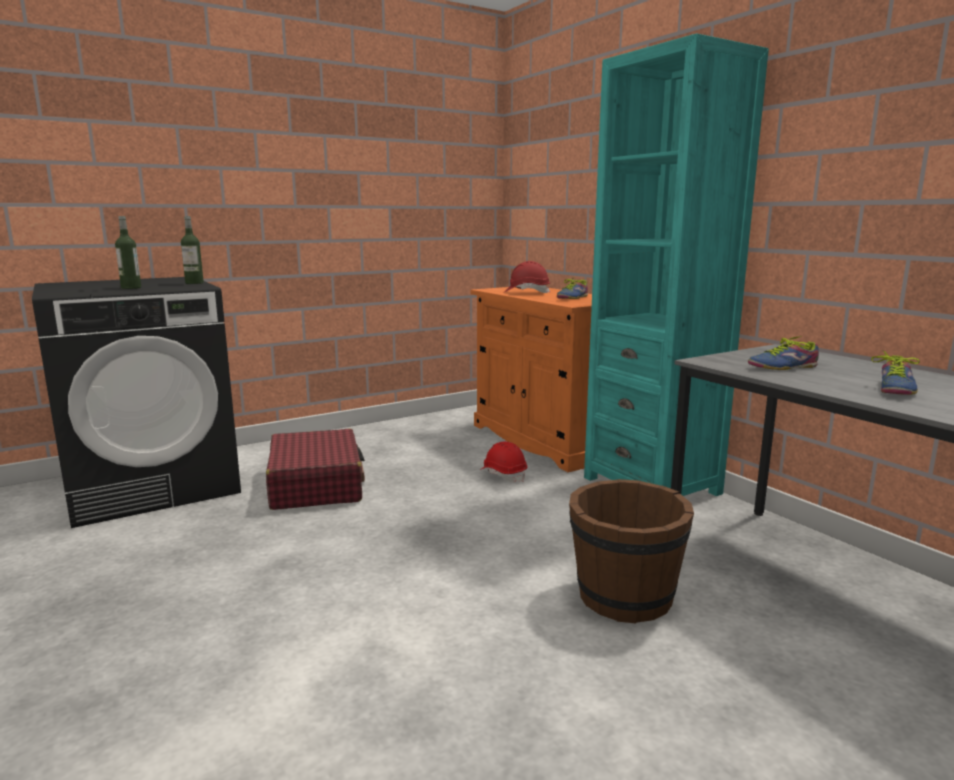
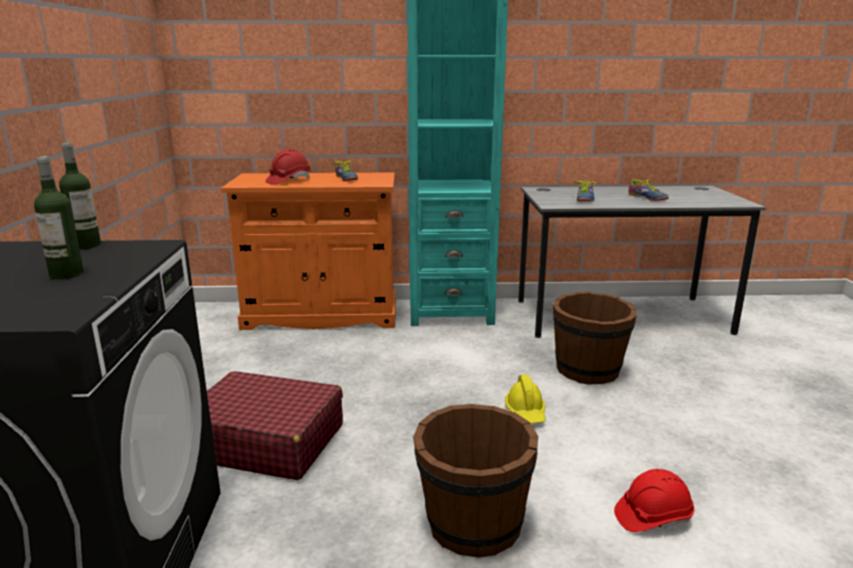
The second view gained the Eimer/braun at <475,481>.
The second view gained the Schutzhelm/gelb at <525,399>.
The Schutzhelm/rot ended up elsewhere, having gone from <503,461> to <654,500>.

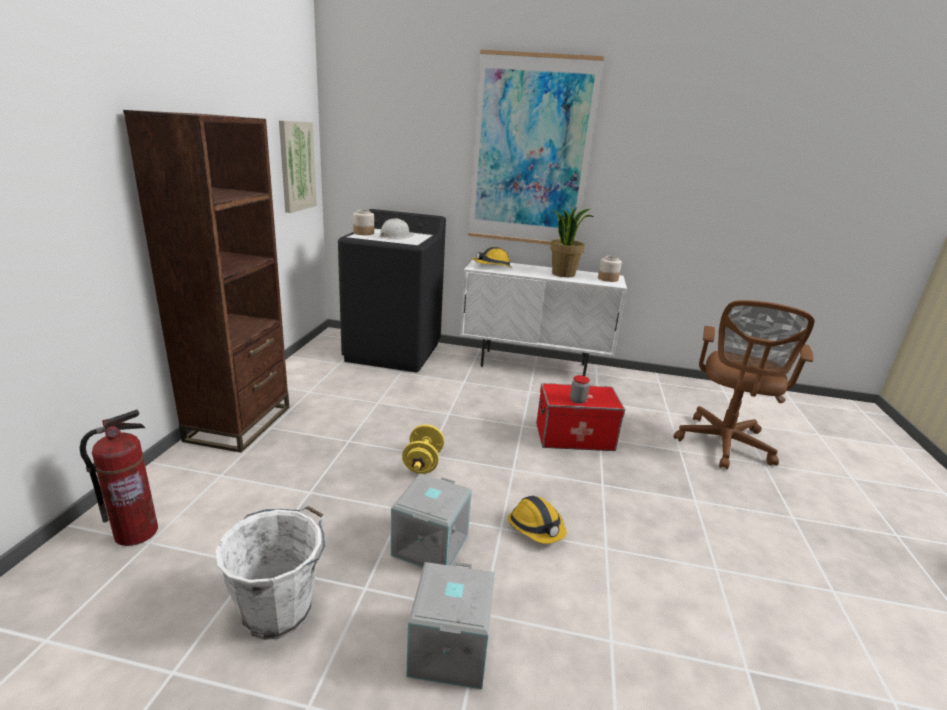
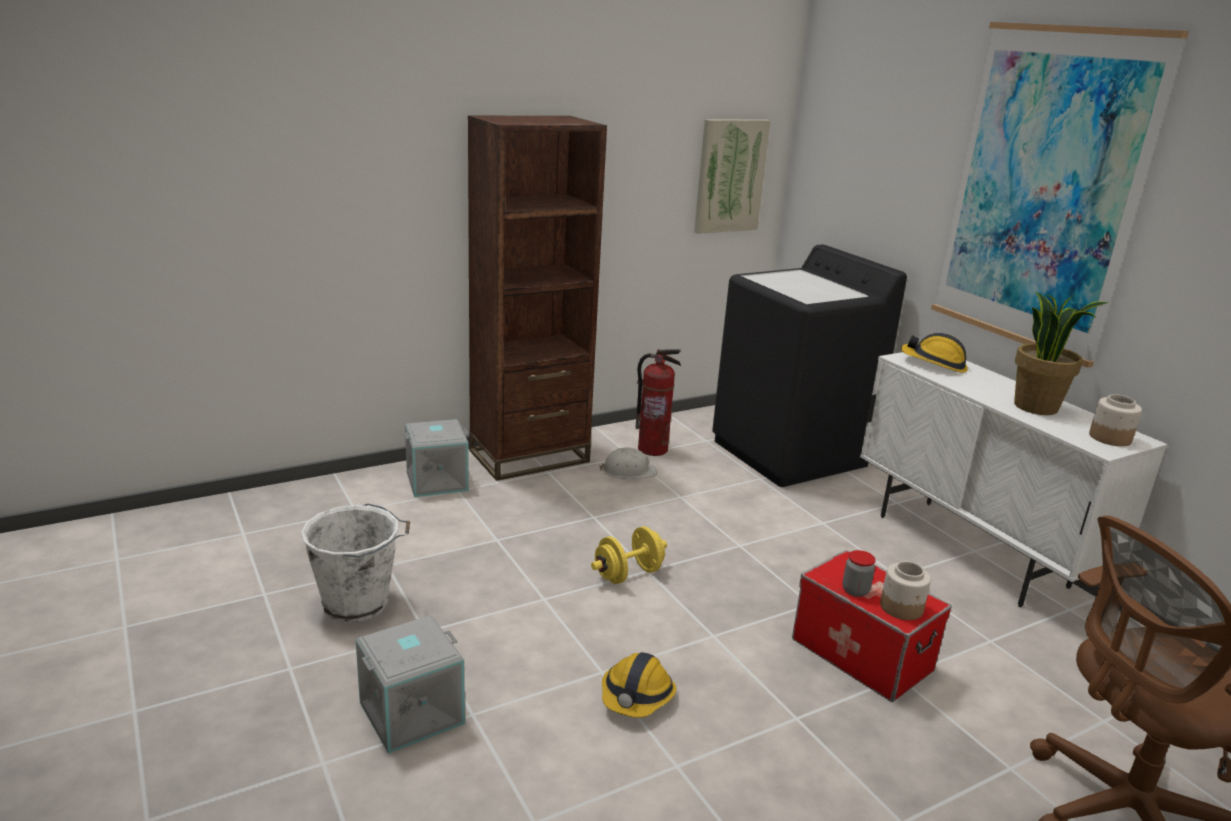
The Feuerlöscher ended up elsewhere, having gone from <119,477> to <658,402>.
The Vorratsglas ended up elsewhere, having gone from <363,222> to <905,590>.
The Schutzhelm/weiß ended up elsewhere, having gone from <397,228> to <628,463>.
The Aufbewahrungsbox/grau ended up elsewhere, having gone from <431,520> to <436,458>.

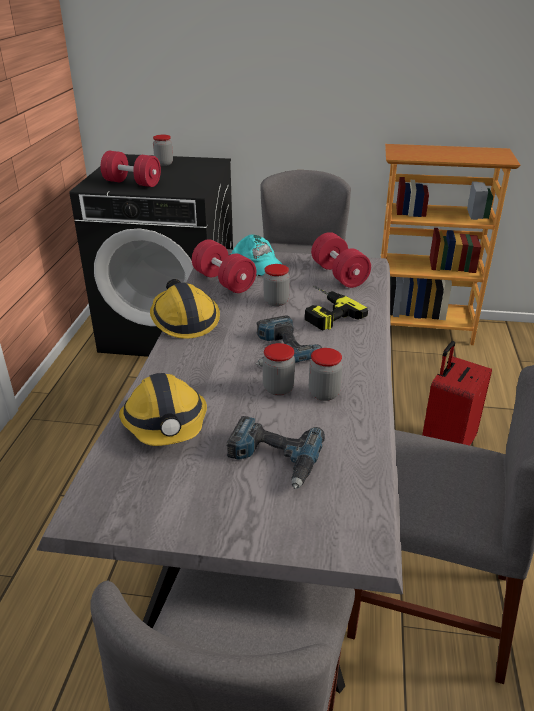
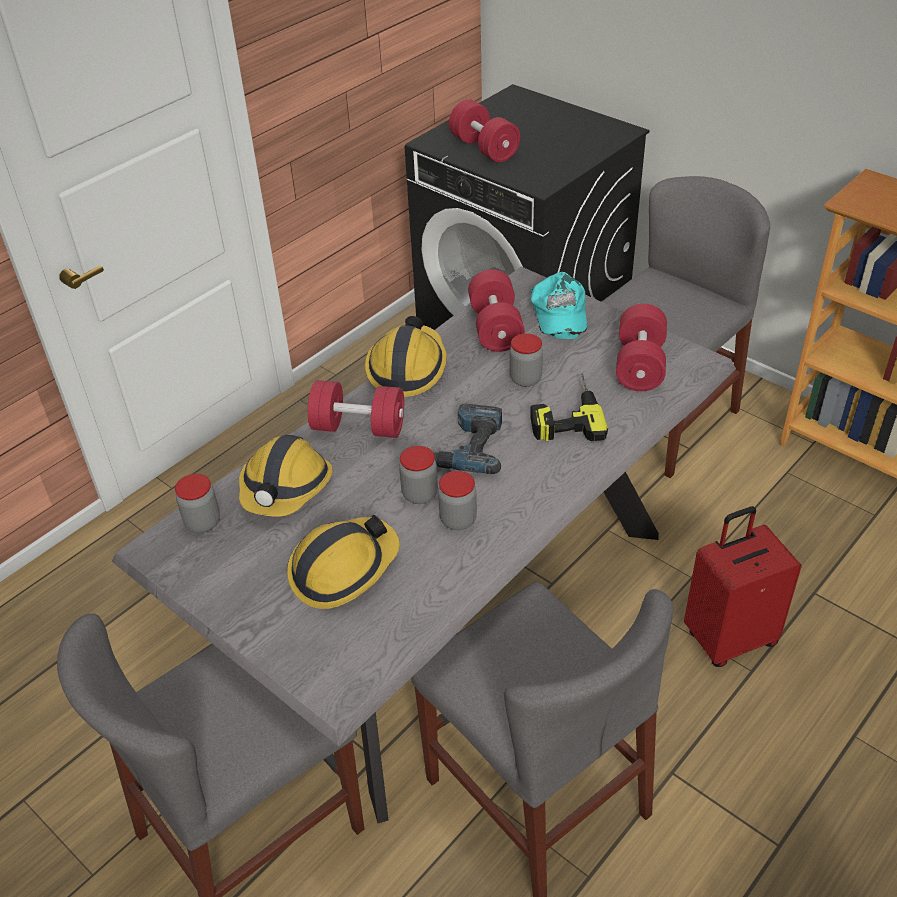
The second view gained the Hantel/rot at <356,409>.
The Vorratsglas ended up elsewhere, having gone from <163,150> to <197,503>.
Where the Bohrmaschine stood at <275,452>, the Schutzhelm came to stand at <343,562>.

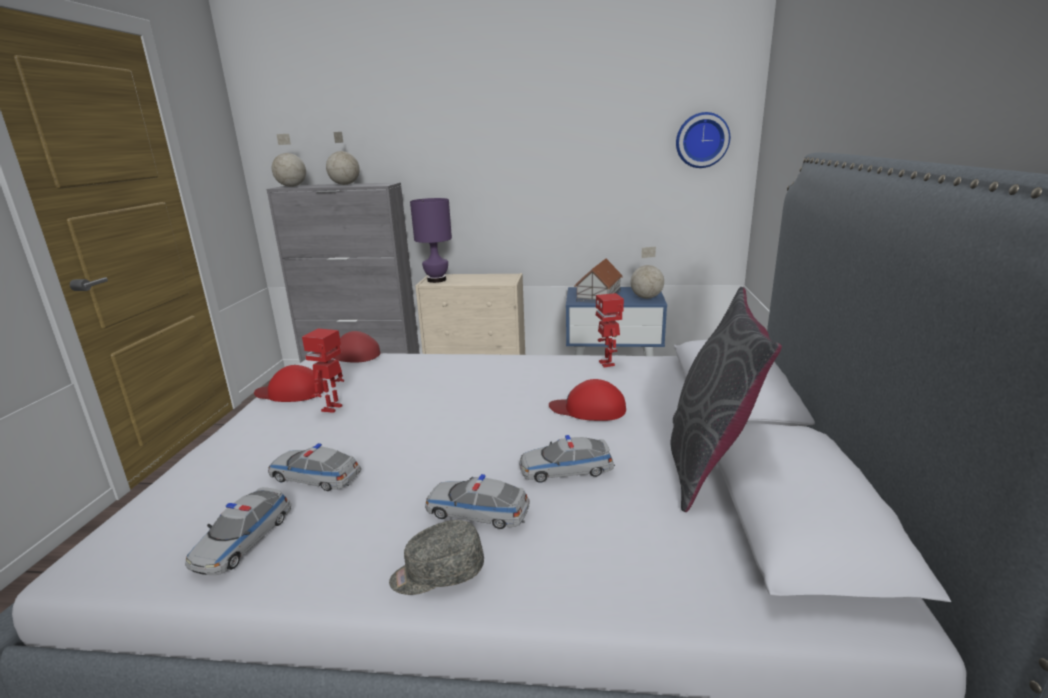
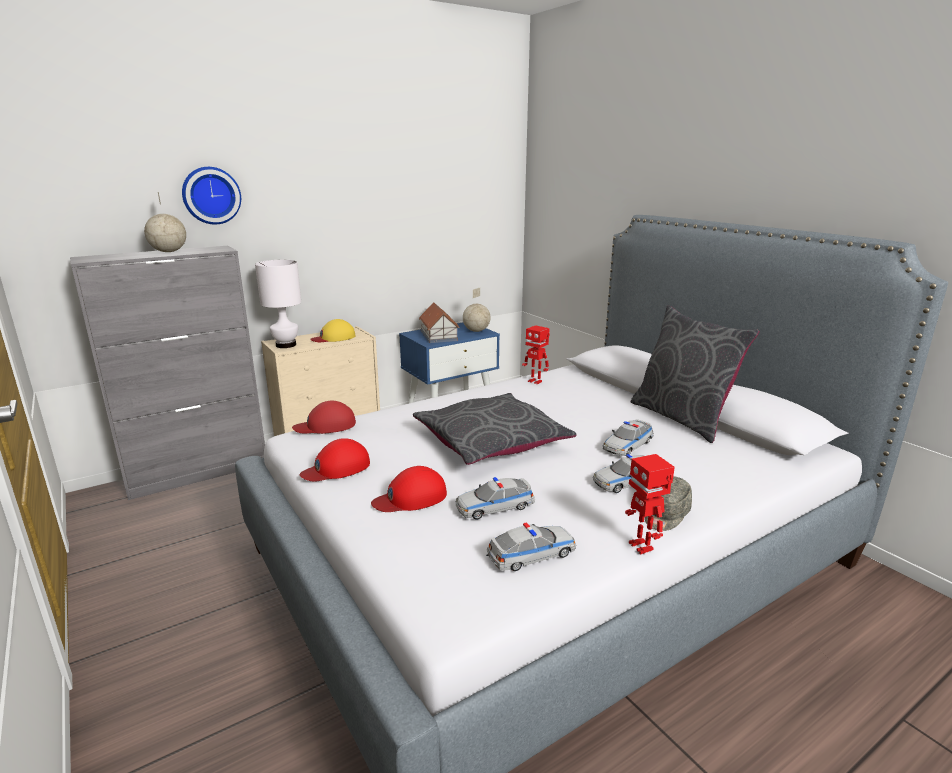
The second view lost the Globus at <289,160>.
The second view gained the Kappe/gelb at <333,330>.
The second view gained the Kissen/grau at <494,429>.
The Spielzeugroboter ended up elsewhere, having gone from <323,370> to <650,504>.
The Kappe/rot ended up elsewhere, having gone from <587,400> to <409,489>.
The Wanduhr ended up elsewhere, having gone from <703,140> to <211,196>.
What was the Tischlampe/lila at <431,240> turned into the Tischlampe/weiß at <278,304>.
The Spielzeugauto at <238,531> ended up facing another way, 90 degrees counterclockwise from before.

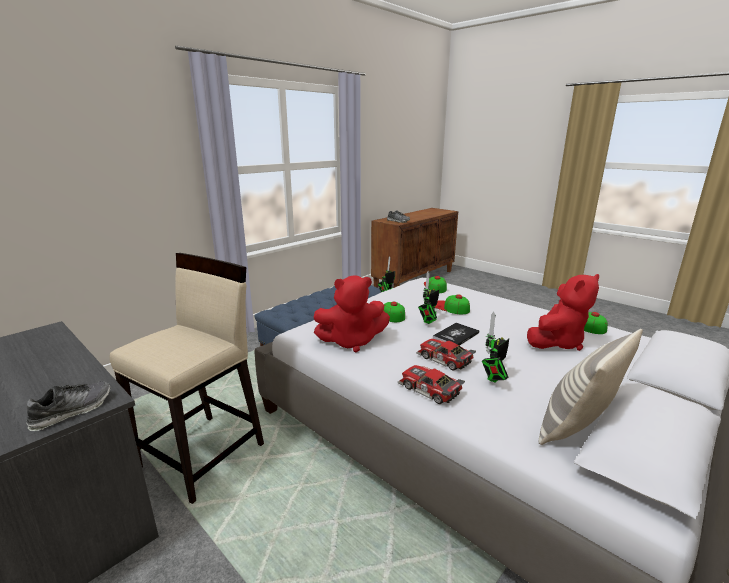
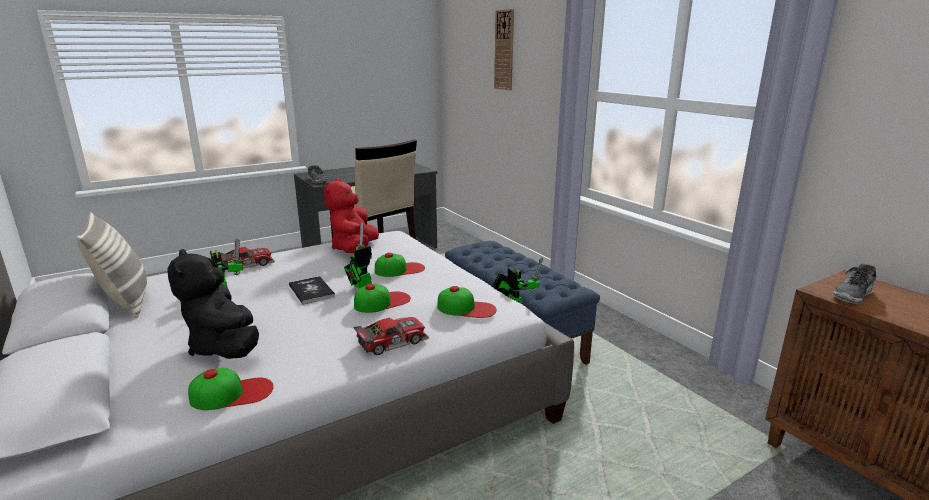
The second view gained the Wanduhr at <504,49>.
The Spielzeugauto ended up elsewhere, having gone from <446,355> to <391,336>.
What was the Plüschtier/rot at <563,312> turned into the Plüschtier/schwarz at <213,304>.
The Spielzeugroboter at <428,297> ended up facing another way, 105 degrees counterclockwise from before.

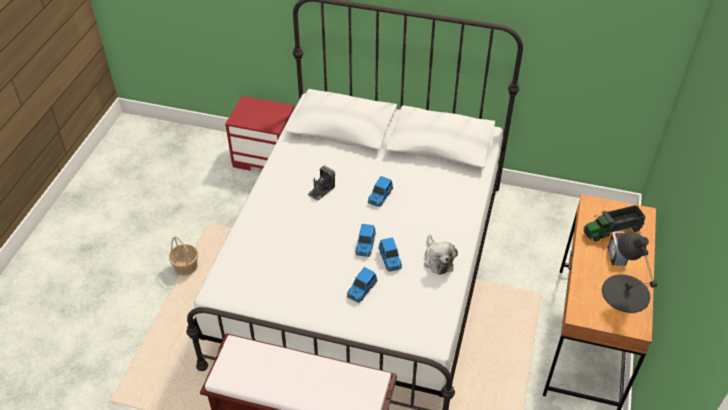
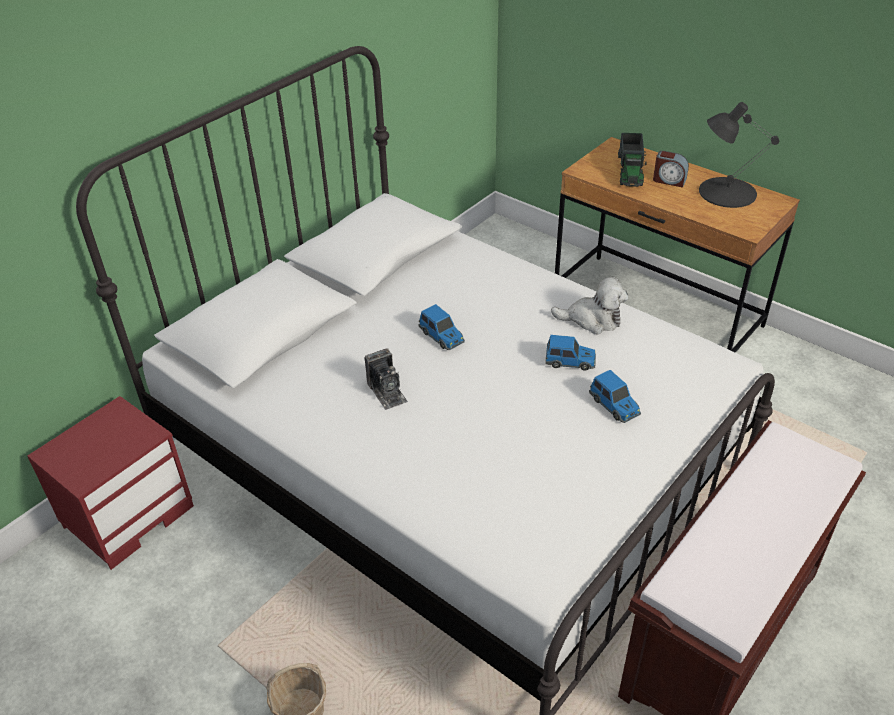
The second view lost the Spielzeugauto at <366,240>.

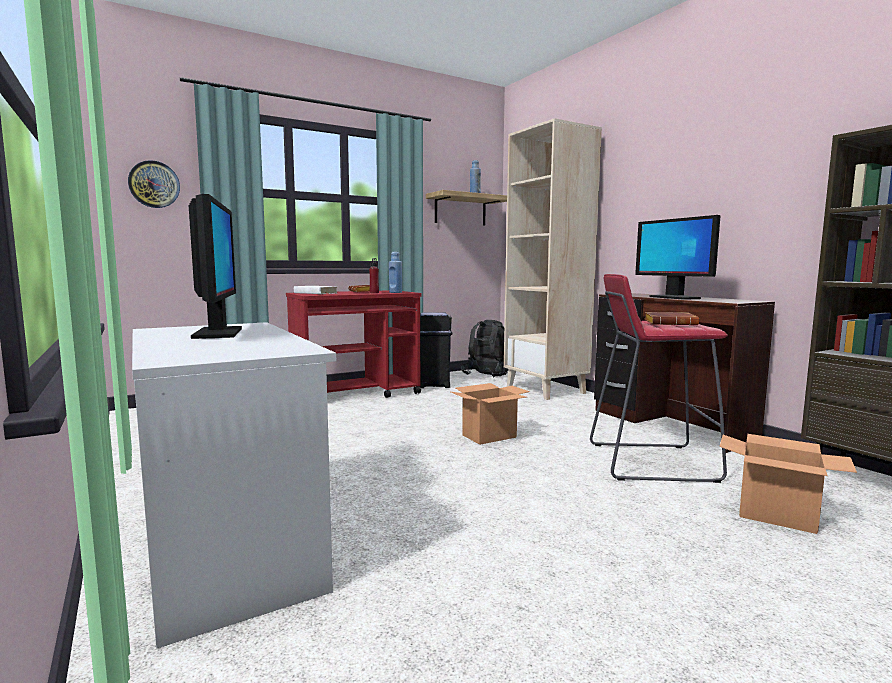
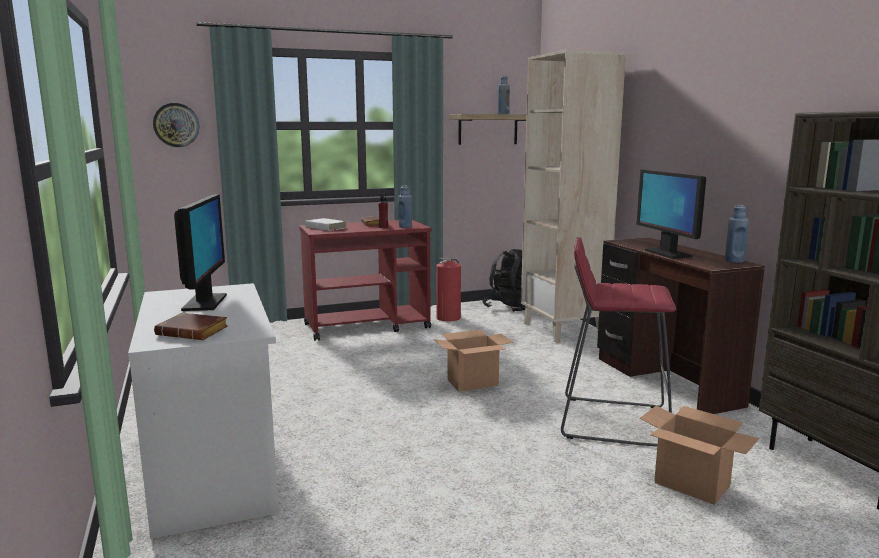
The second view gained the Flasche/blau at <737,234>.
The Buch/braun ended up elsewhere, having gone from <672,319> to <191,326>.
Where the Mülleimer/schwarz stood at <436,350>, the Feuerlöscher came to stand at <448,289>.

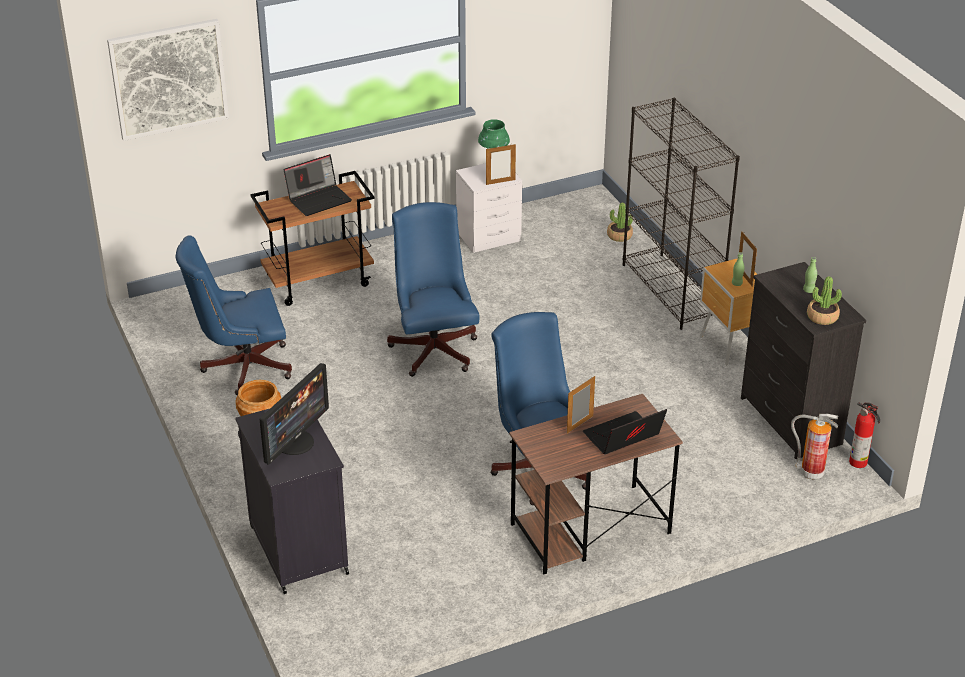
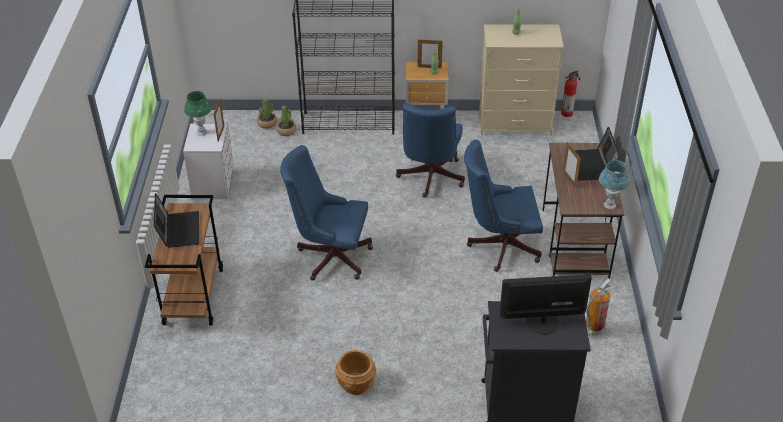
The second view lost the Bild at <168,80>.
The second view gained the Tischlampe/blau at <614,184>.
The Bürostuhl/blau ended up elsewhere, having gone from <234,316> to <430,150>.
The Feuerlöscher ended up elsewhere, having gone from <814,447> to <599,307>.
The Topfpflanze ended up elsewhere, having gone from <824,300> to <286,120>.
What was the Kommode/schwarz at <803,360> turned into the Kommode/beige at <521,80>.
The Monitor at <294,414> ended up facing another way, 60 degrees counterclockwise from before.

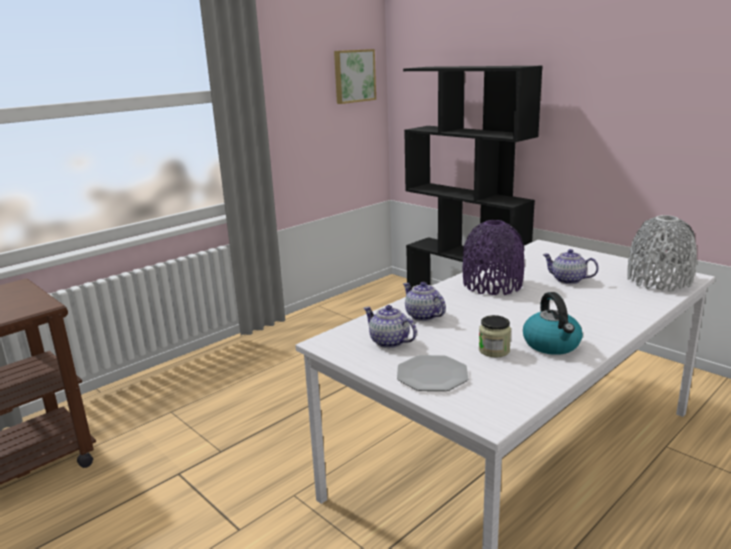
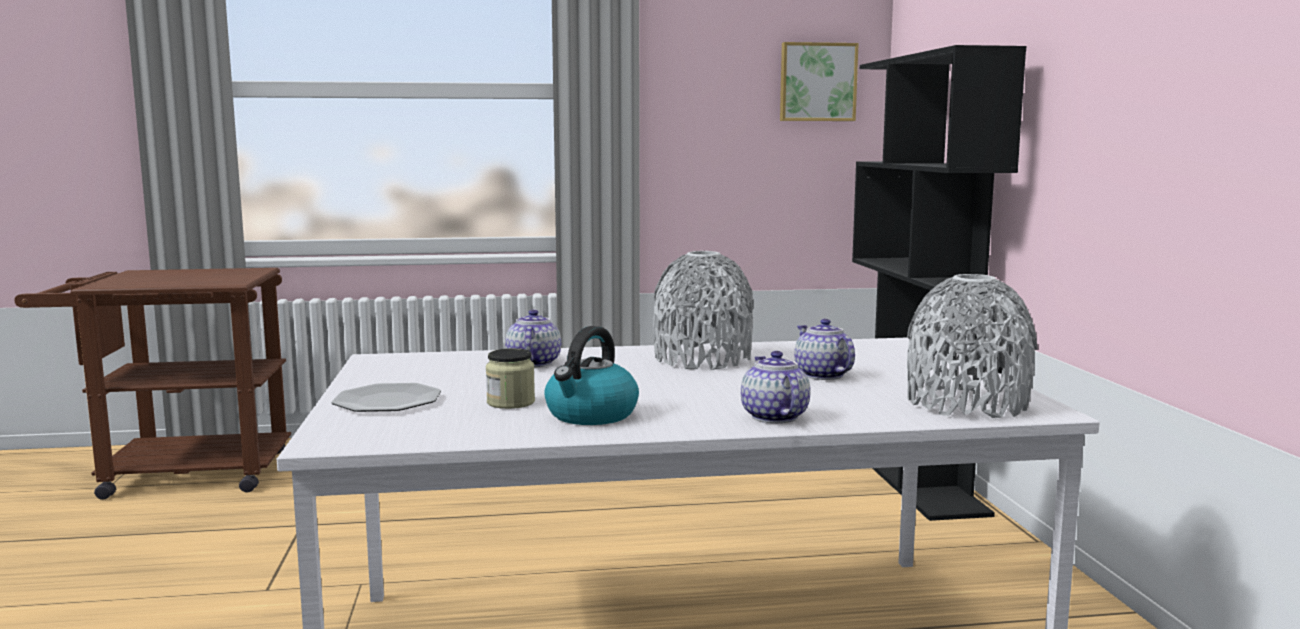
The Teekanne ended up elsewhere, having gone from <390,326> to <776,387>.
What was the Vase/lila at <493,257> turned into the Vase/grau at <703,310>.

